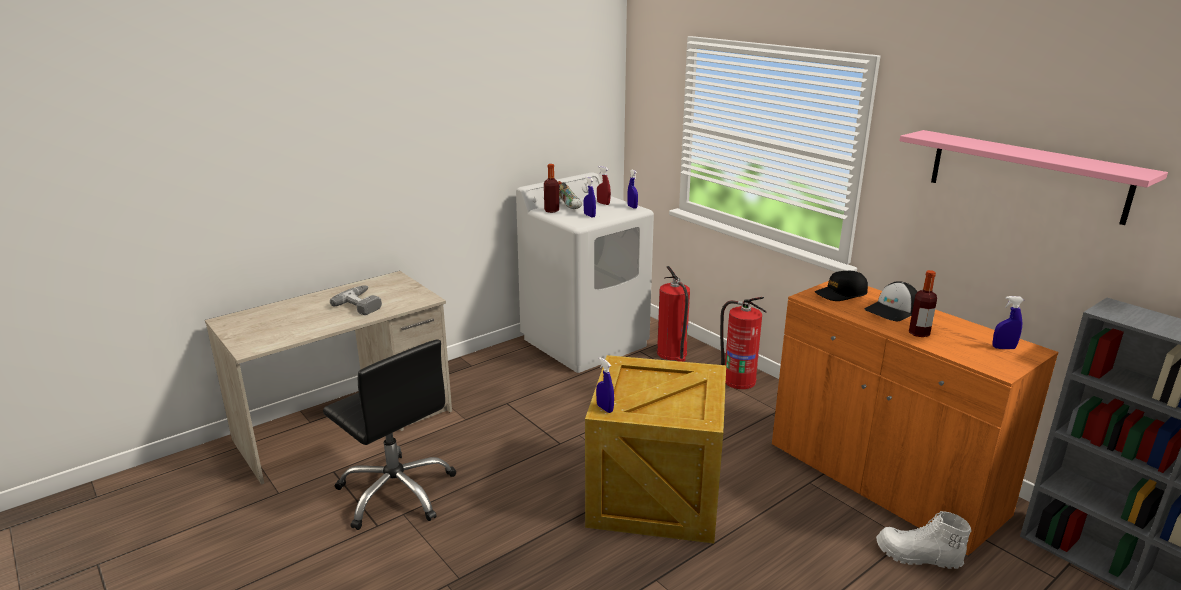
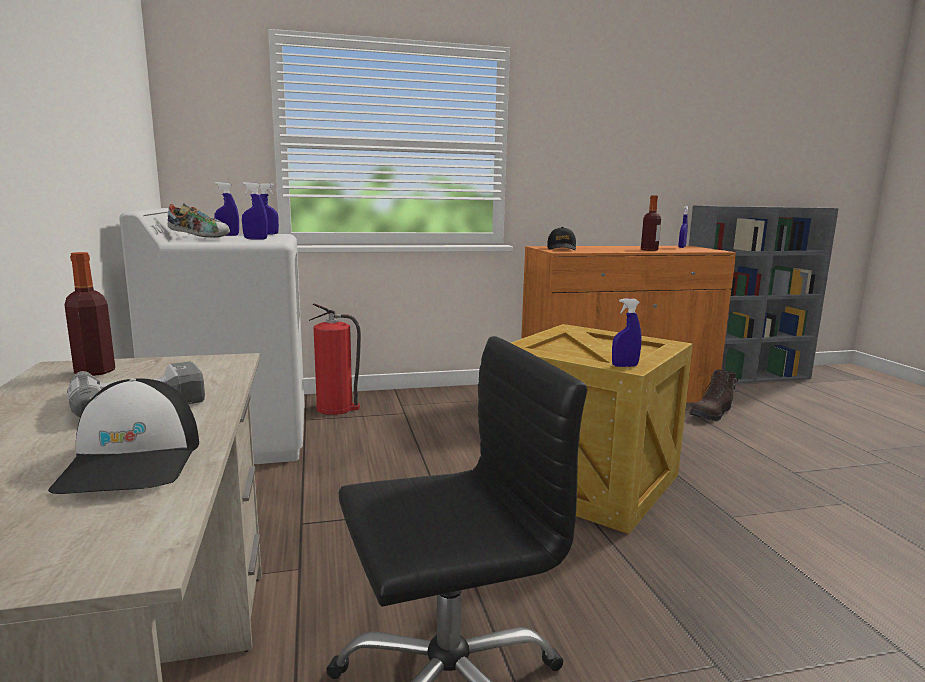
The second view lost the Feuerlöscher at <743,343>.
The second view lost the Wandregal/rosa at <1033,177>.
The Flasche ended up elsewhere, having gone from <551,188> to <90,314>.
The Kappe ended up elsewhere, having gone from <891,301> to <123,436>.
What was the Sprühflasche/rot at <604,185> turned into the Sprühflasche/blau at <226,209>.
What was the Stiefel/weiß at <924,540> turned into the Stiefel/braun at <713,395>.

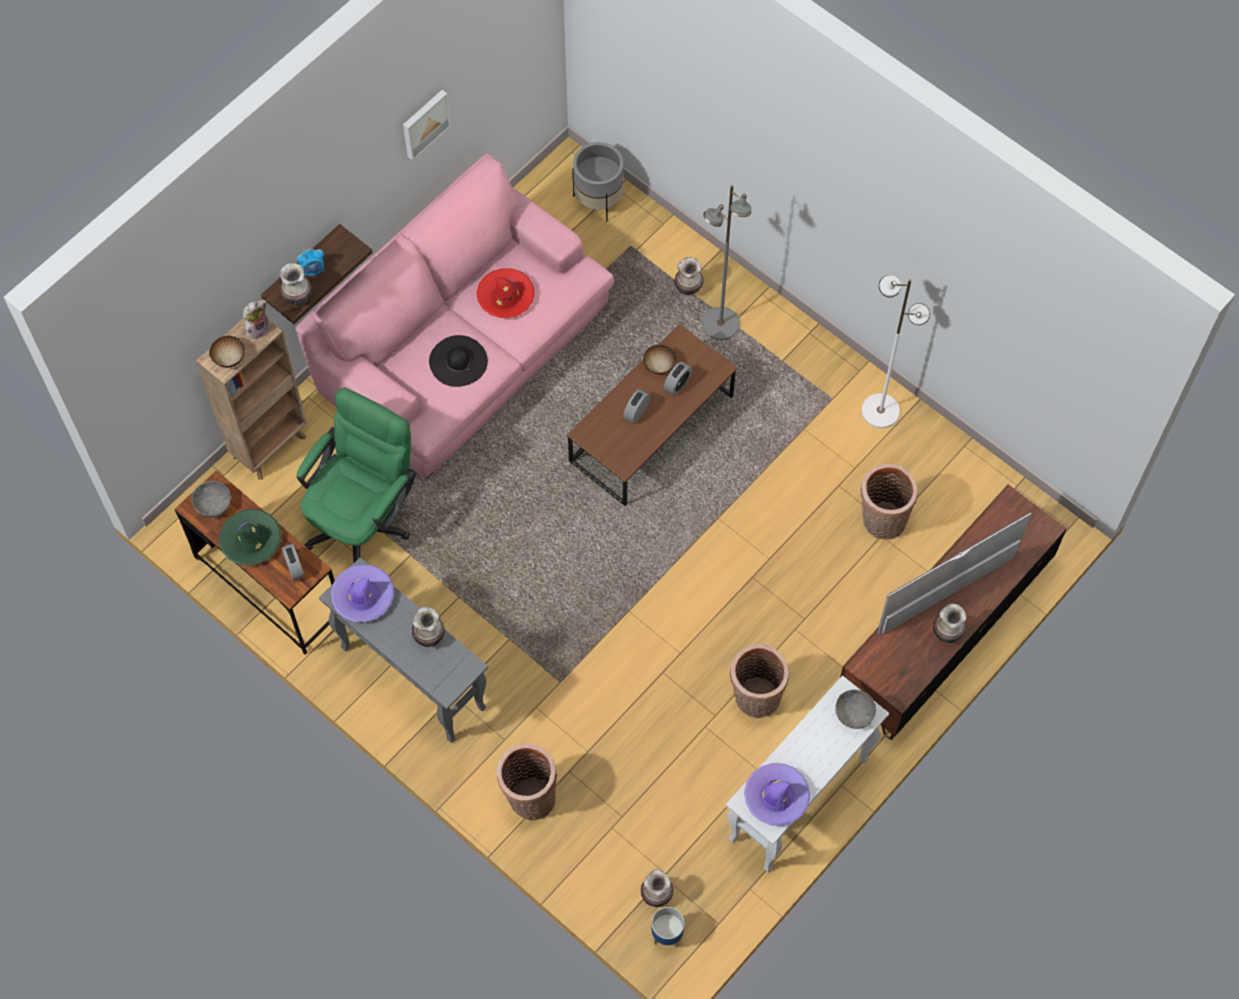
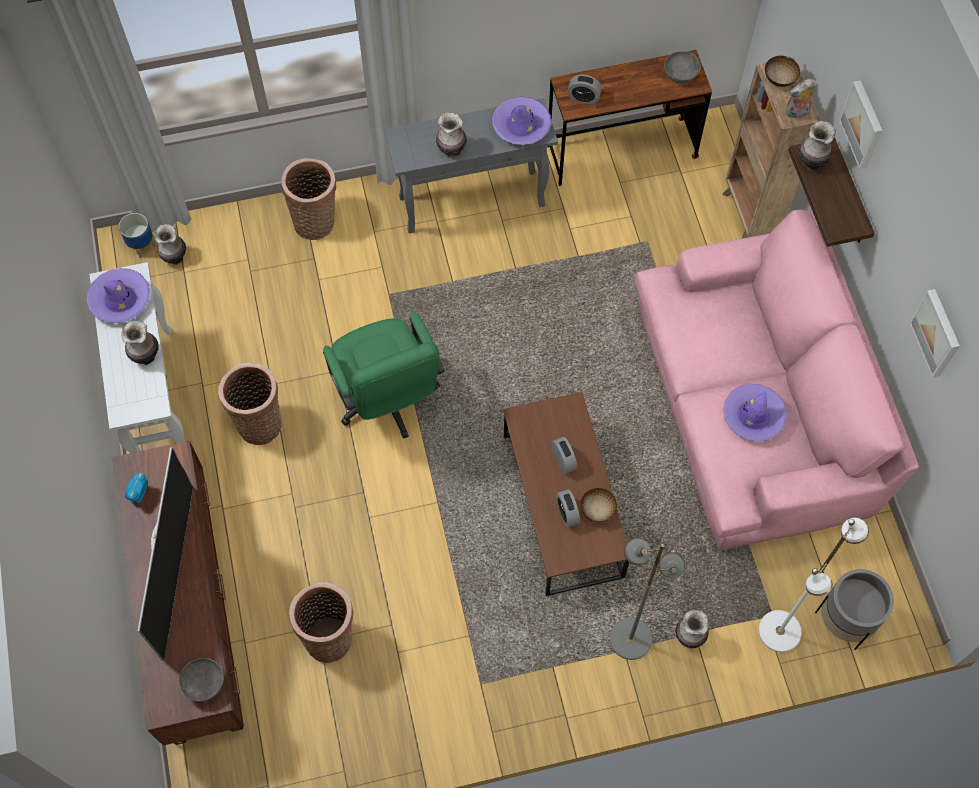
The second view lost the Hut/grün at <250,537>.
The second view lost the Hut/schwarz at <458,361>.
The second view gained the Bild at <861,124>.
The Wecker ended up elsewhere, having gone from <310,262> to <136,488>.
The Bürostuhl/grün ended up elsewhere, having gone from <356,475> to <383,375>.
The Schüssel/grau ended up elsewhere, having gone from <855,709> to <201,680>.
The Stehlampe/weiß ended up elsewhere, having gone from <896,351> to <813,585>.
The Vase ended up elsewhere, having gone from <949,623> to <140,342>.
What was the Hut/rot at <506,293> turned into the Hut/lila at <755,413>.
The Plüschtier at <256,319> ended up facing another way, 75 degrees clockwise from before.

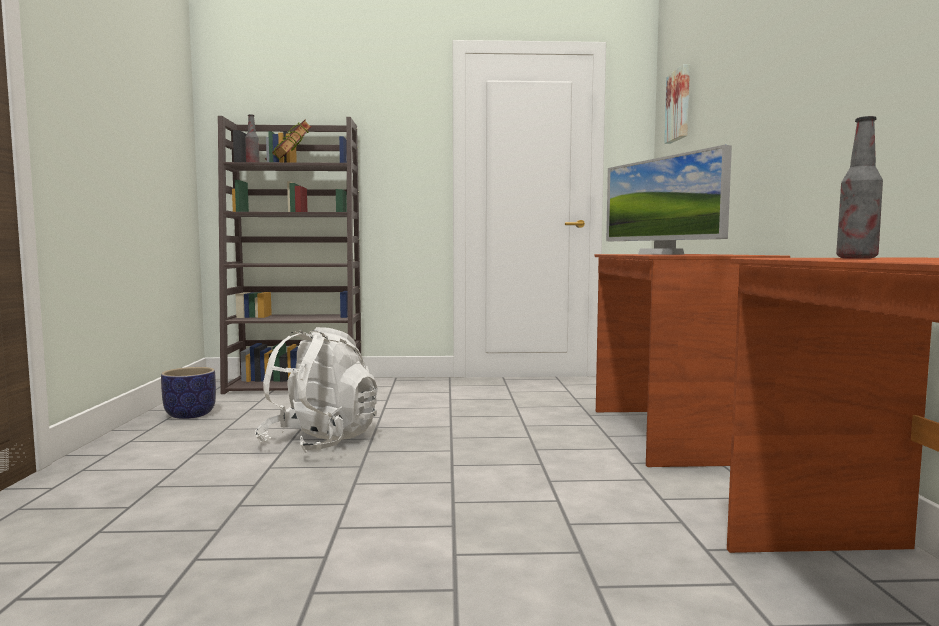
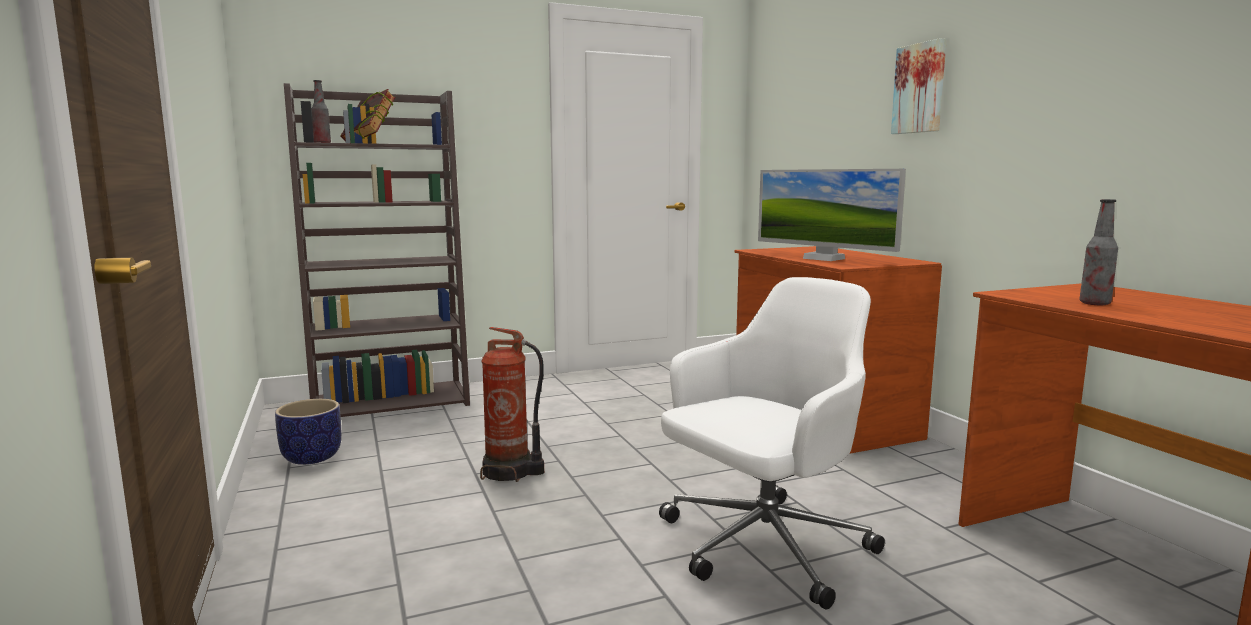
The second view gained the Bürostuhl/weiß at <772,443>.
The Bild ended up elsewhere, having gone from <677,104> to <919,86>.
Where the Rucksack/weiß stood at <316,390>, the Feuerlöscher came to stand at <512,404>.

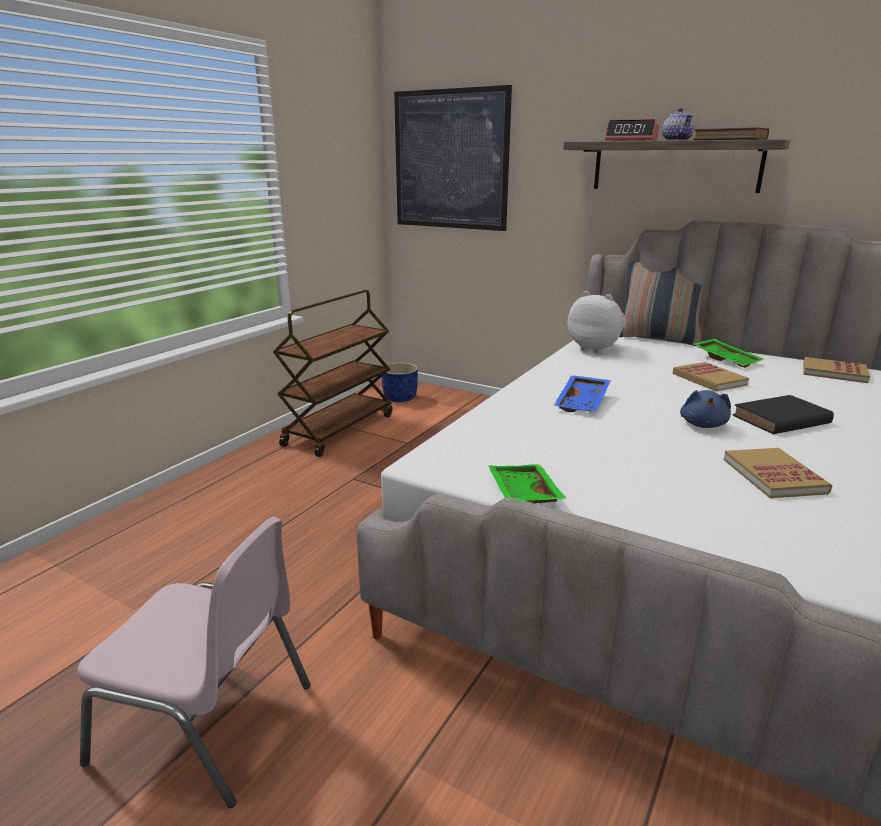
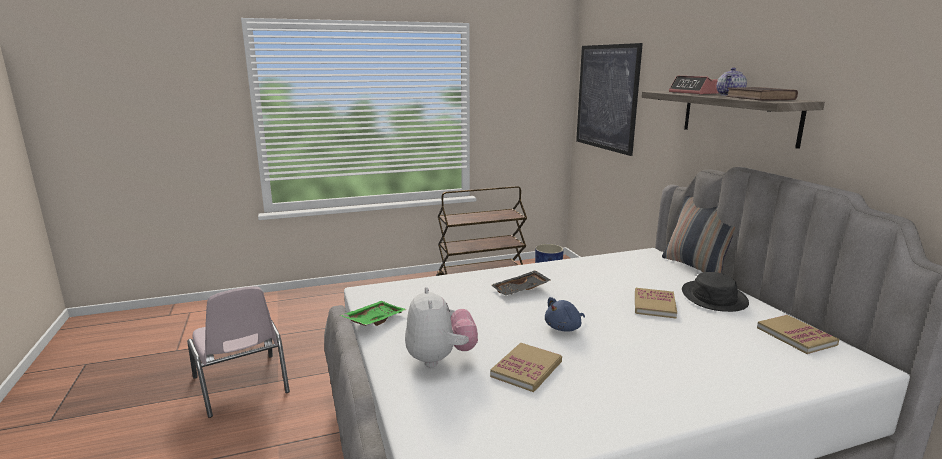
The second view lost the Buch/schwarz at <783,414>.
The Plüschtier ended up elsewhere, having gone from <597,322> to <441,327>.
Where the Tablett/grün stood at <728,353>, the Hut/schwarz came to stand at <715,292>.
What was the Tablett/blau at <582,393> turned into the Tablett/schwarz at <521,283>.

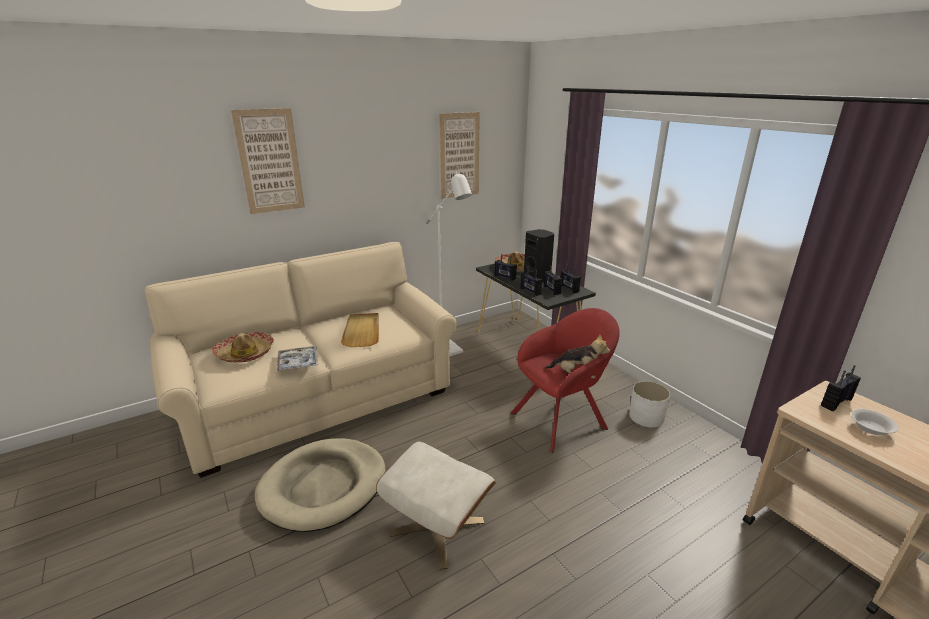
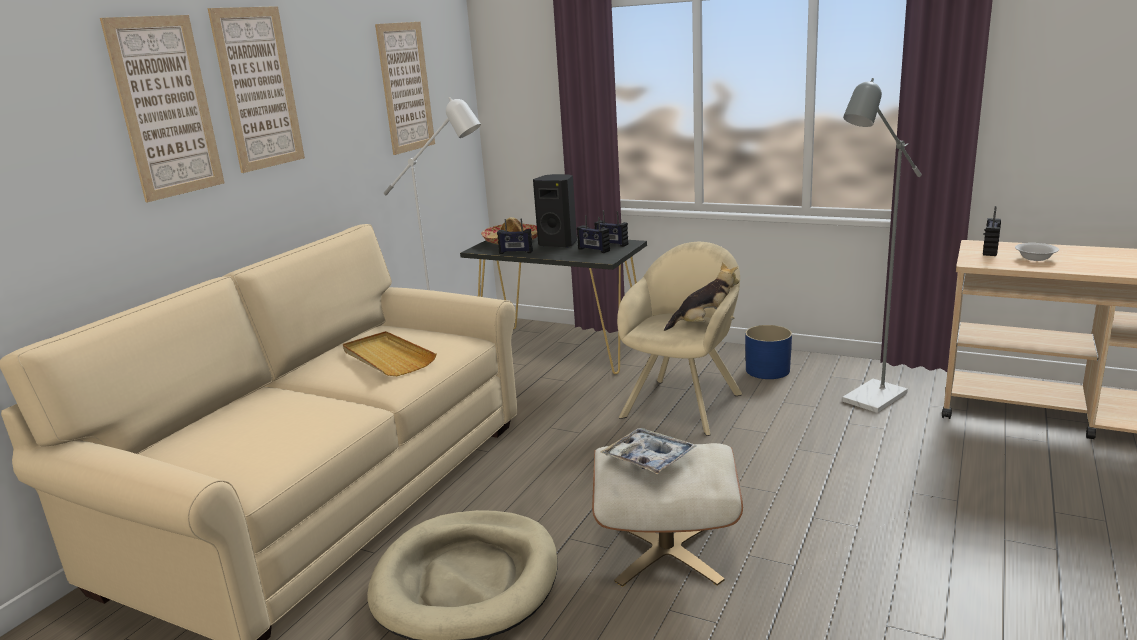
The second view lost the Hut at <243,347>.
The second view lost the Radio at <531,281>.
The second view gained the Bild at <256,89>.
The second view gained the Stehlampe/grau at <882,245>.
The Tablett ended up elsewhere, having gone from <297,358> to <648,451>.
What was the Sessel/rot at <565,380> turned into the Sessel/beige at <680,339>.
What was the Pflanzkübel/weiß at <649,404> turned into the Pflanzkübel/blau at <768,352>.

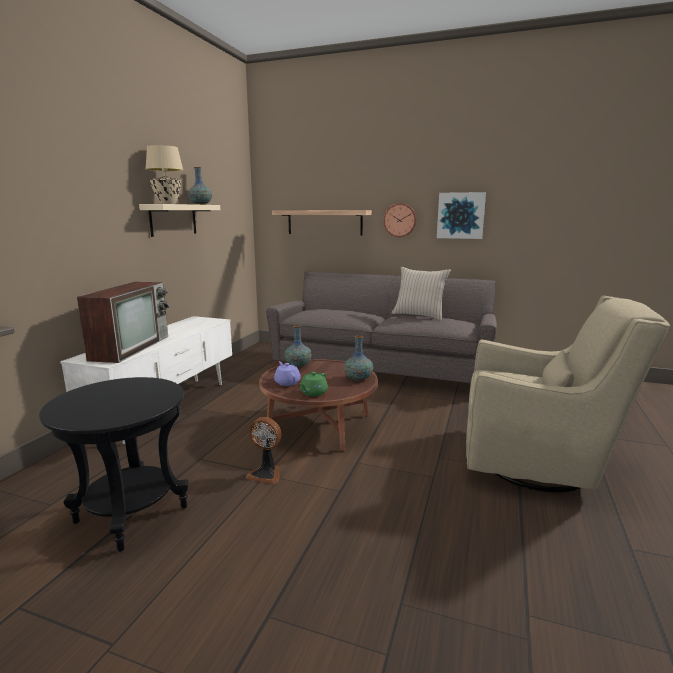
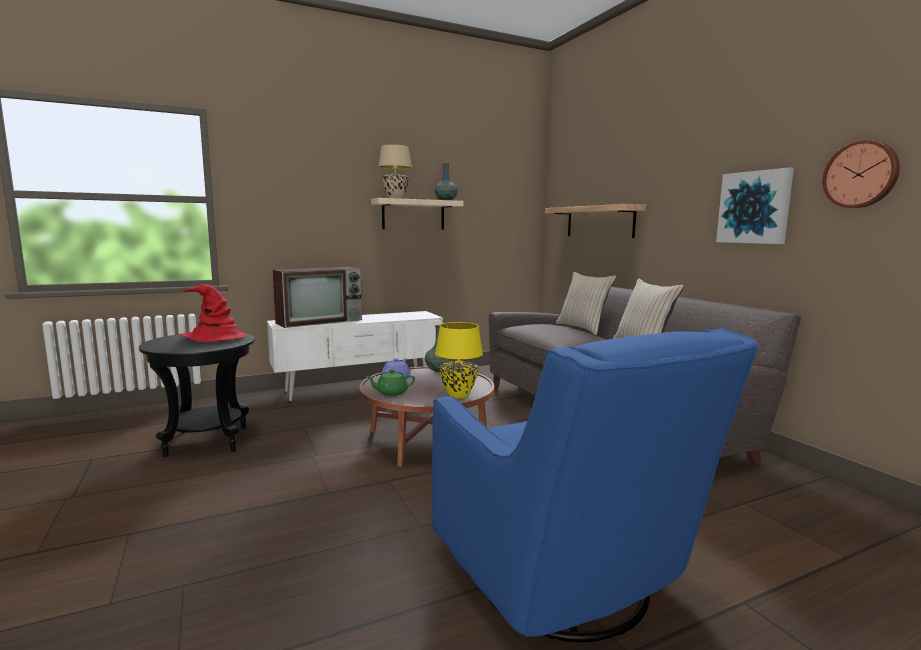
The second view lost the Ventilator at <263,450>.
The second view gained the Hut/rot at <213,313>.
The second view gained the Kissen/beige at <586,303>.
The Wanduhr ended up elsewhere, having gone from <400,220> to <861,174>.
Where the Vase stood at <358,358>, the Tischlampe/gelb came to stand at <459,360>.
What was the Sessel/beige at <568,394> turned into the Sessel/blau at <595,485>.

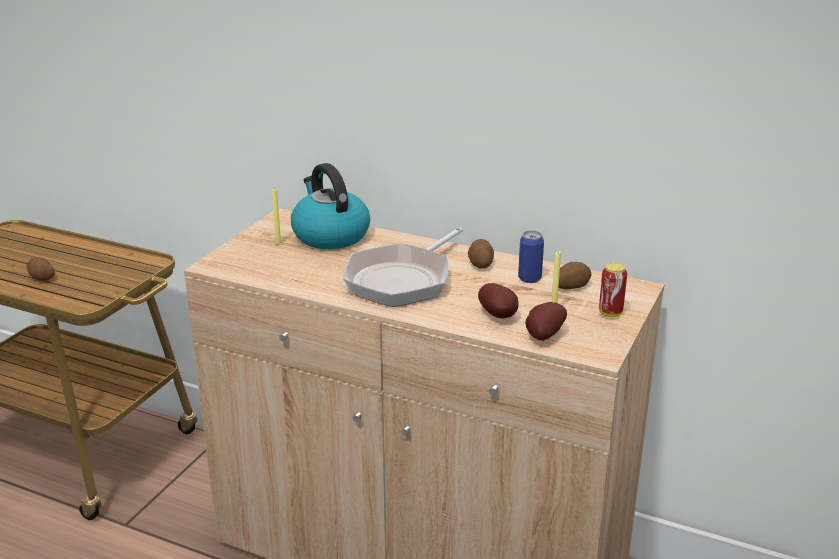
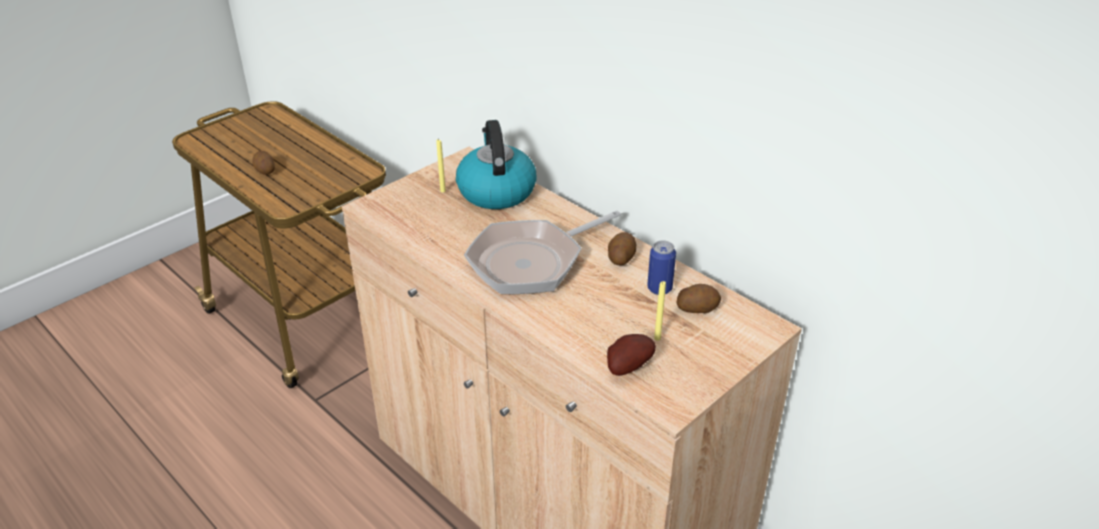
The second view lost the Kartoffel at <498,300>.
The second view lost the Dose at <613,289>.

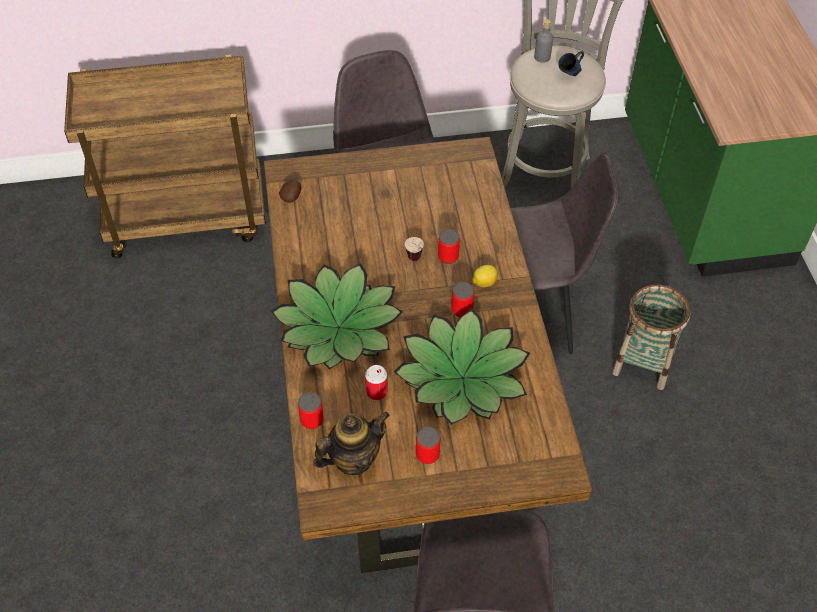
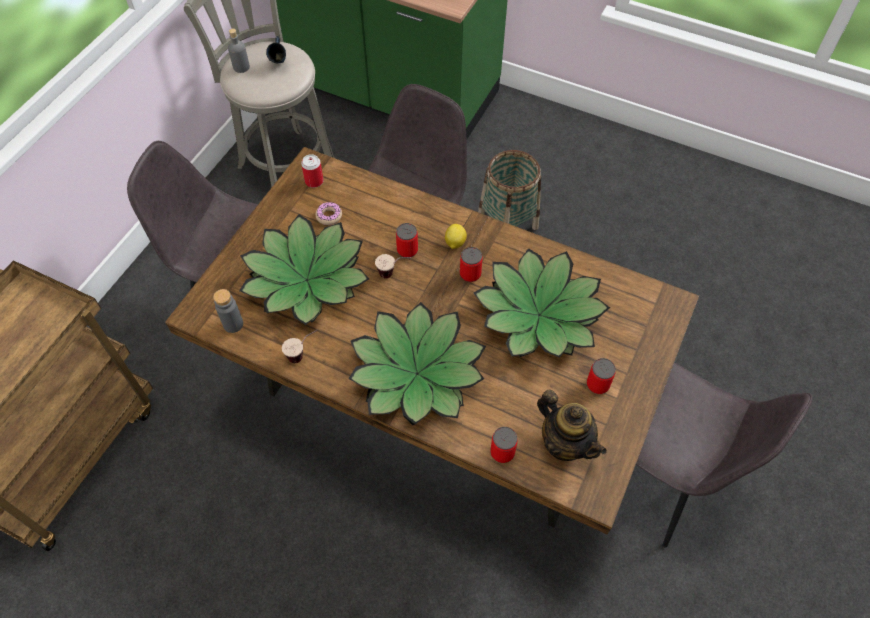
The second view gained the Topfpflanze at <304,269>.
The second view gained the Tasse at <300,346>.
The second view gained the Donut at <329,213>.
The Dose ended up elsewhere, having gone from <376,382> to <312,171>.
Where the Kartoffel stood at <290,191>, the Flasche/grau came to stand at <228,311>.
The Teekanne at <351,443> ended up facing another way, 135 degrees clockwise from before.

